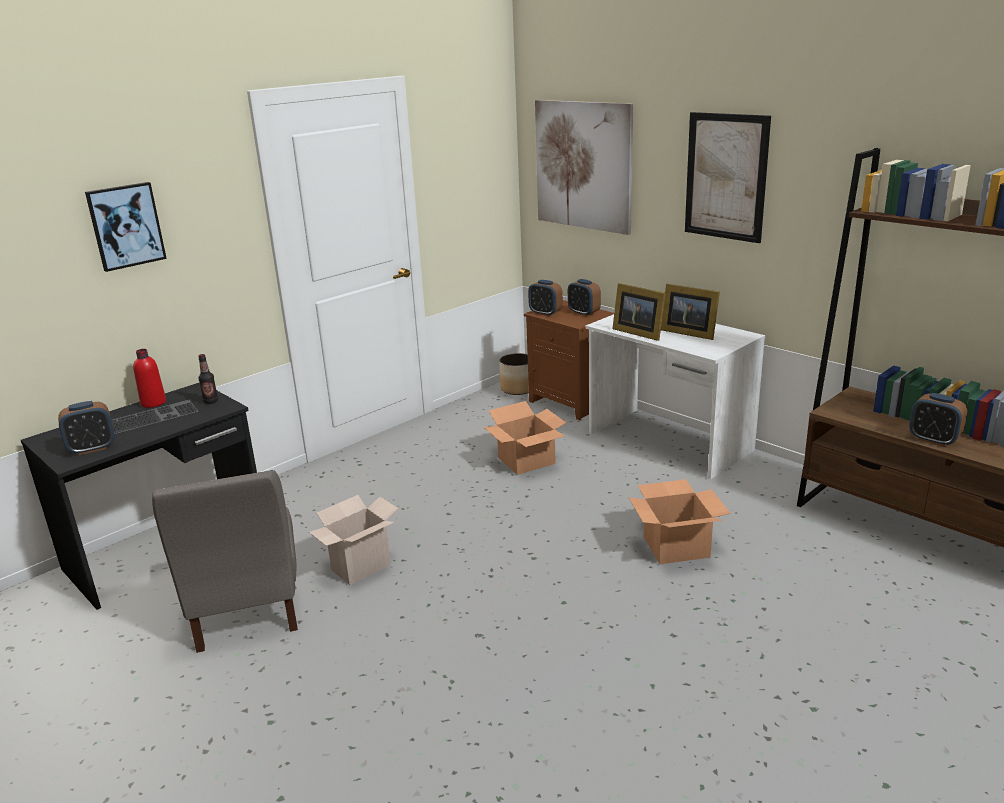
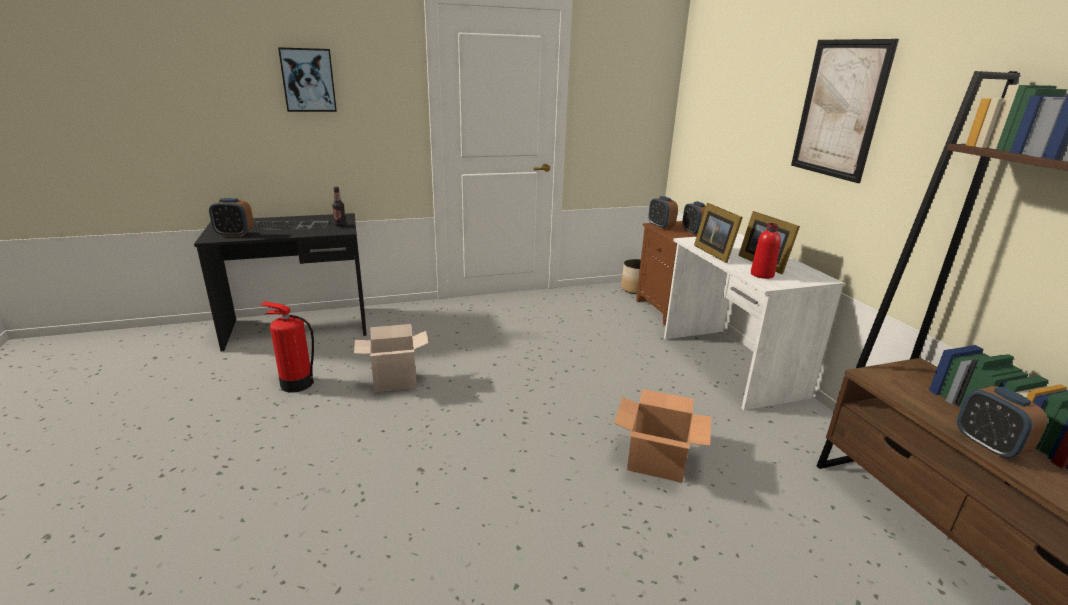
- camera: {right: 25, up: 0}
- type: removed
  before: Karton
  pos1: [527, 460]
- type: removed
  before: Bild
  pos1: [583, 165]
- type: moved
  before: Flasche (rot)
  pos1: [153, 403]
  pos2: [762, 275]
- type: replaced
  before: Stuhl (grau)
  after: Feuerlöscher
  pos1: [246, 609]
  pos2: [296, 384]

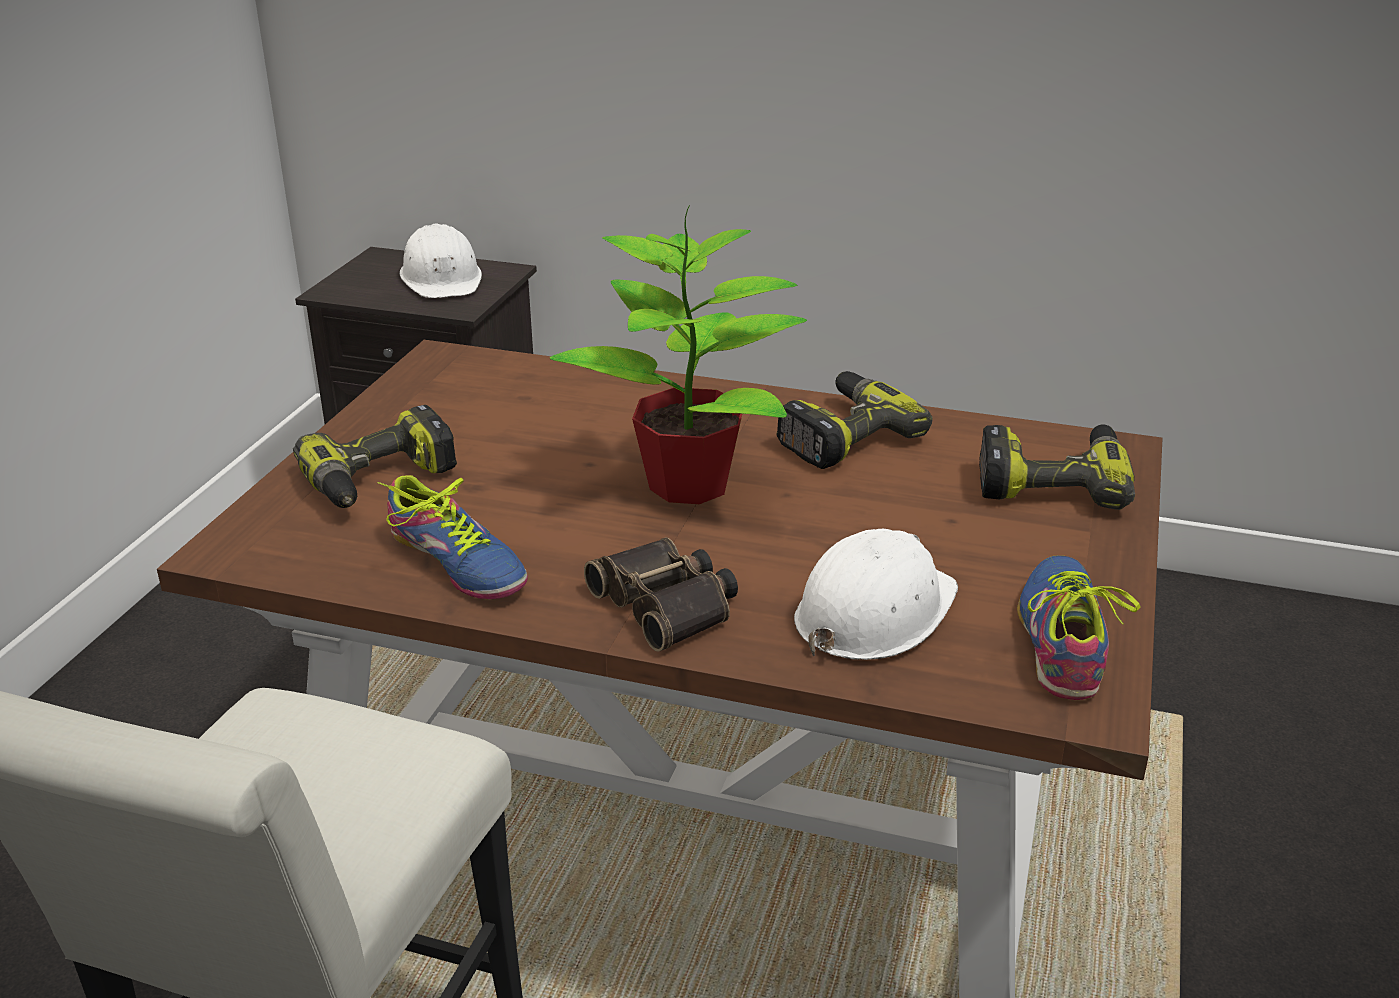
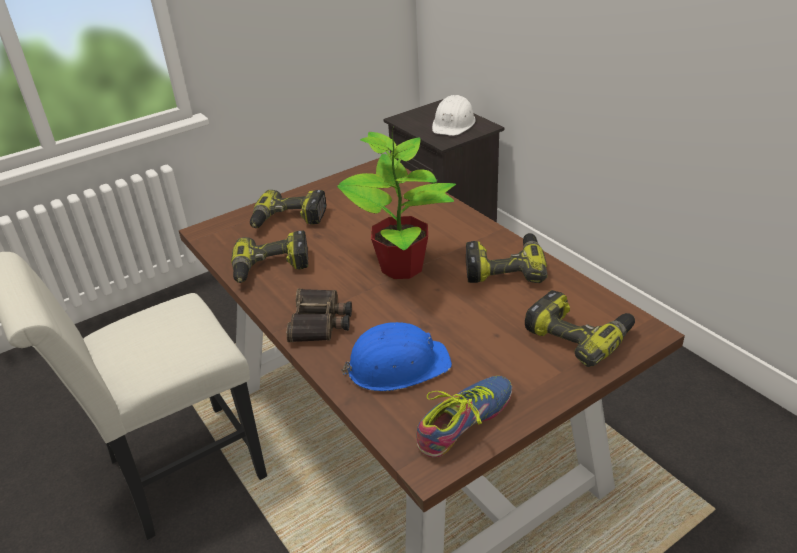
- camera: {right: 40, up: 5}
- type: replaced
  before: Schuh
  after: Bohrmaschine
  pos1: [458, 562]
  pos2: [271, 268]
- type: recoloured
  before: Schutzhelm (weiß)
  after: Schutzhelm (blau)
  pos1: [873, 612]
  pos2: [397, 365]

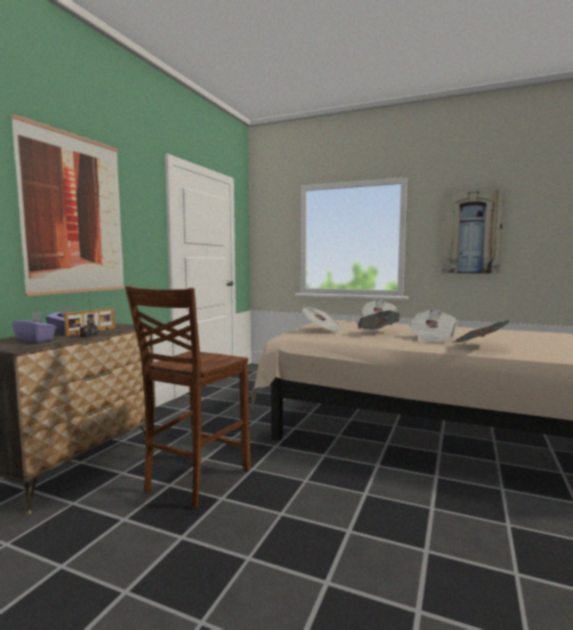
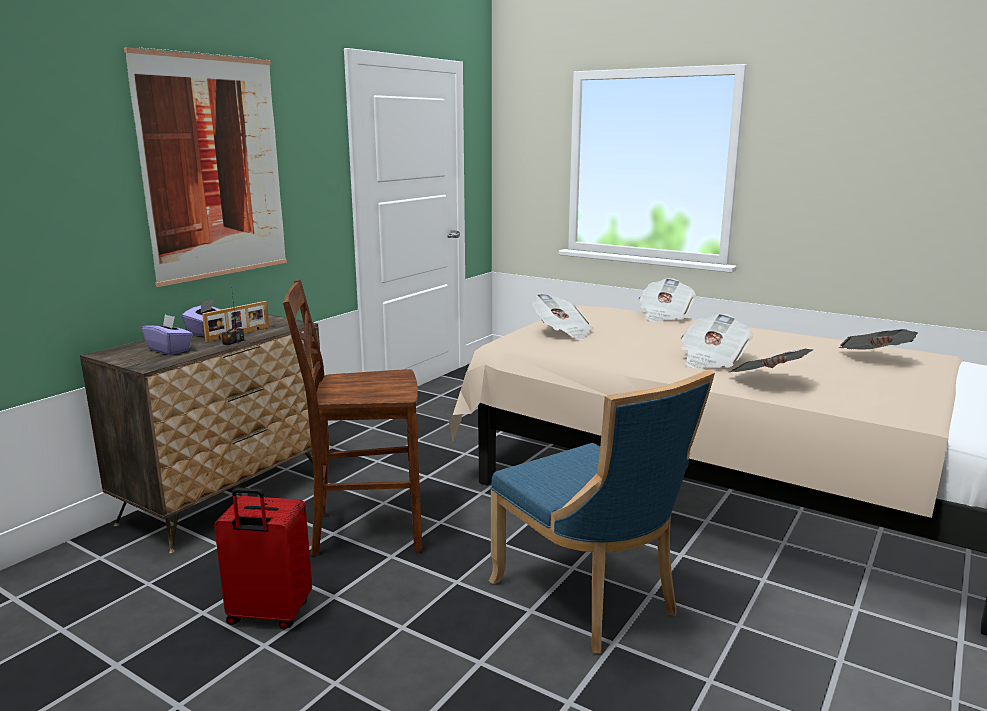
- camera: {right: 10, up: 10}
- type: removed
  before: Bild
  pos1: [471, 233]
- type: added
  after: Koffer (rot)
  pos2: [268, 615]
- type: added
  after: Stuhl (blau)
  pos2: [591, 598]
- type: moved
  before: Zeitung
  pos1: [377, 332]
  pos2: [874, 358]
- type: turned
  before: Stuhl (braun)
  pos1: [195, 480]
  pos2: [365, 531]
  turn: 45

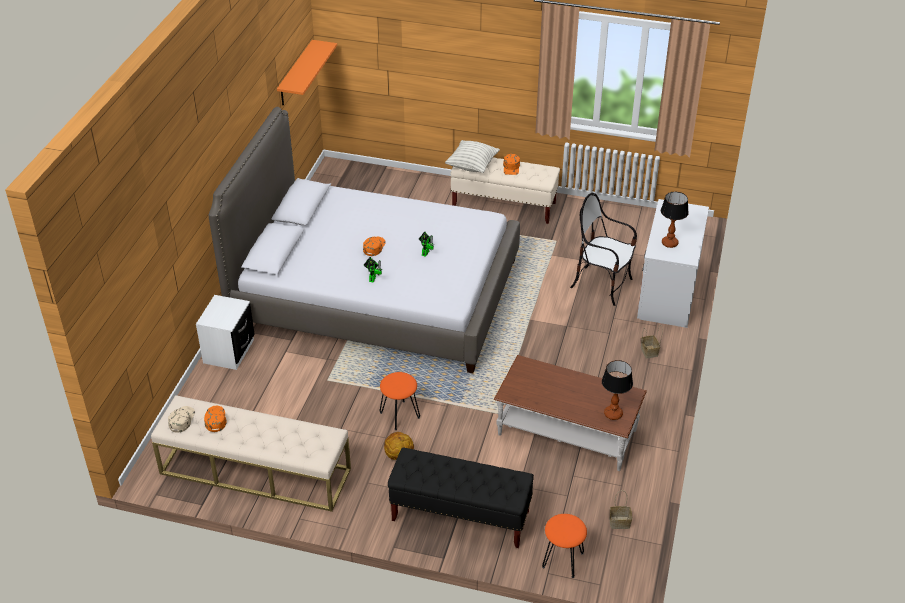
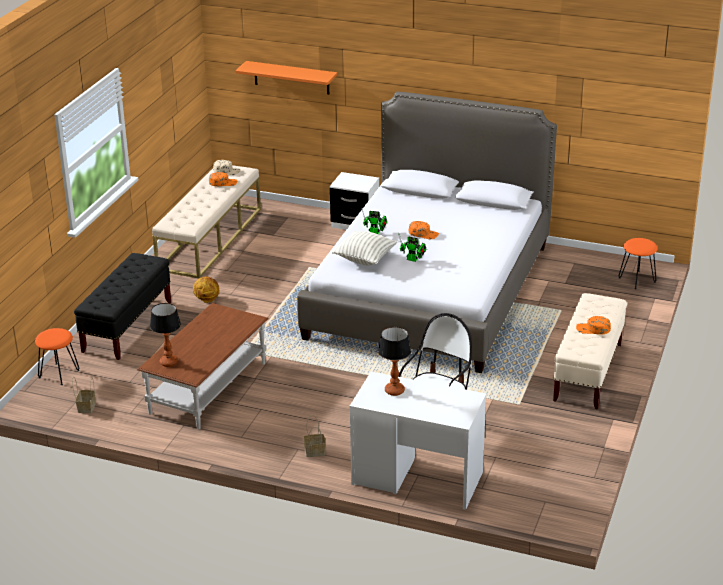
- camera: {right: 95, up: -10}
- type: moved
  before: Wandregal (orange)
  pos1: [295, 74]
  pos2: [291, 77]
- type: moved
  before: Hocker (orange)
  pos1: [400, 415]
  pos2: [637, 280]
- type: moved
  before: Kissen
  pos1: [472, 166]
  pos2: [365, 259]

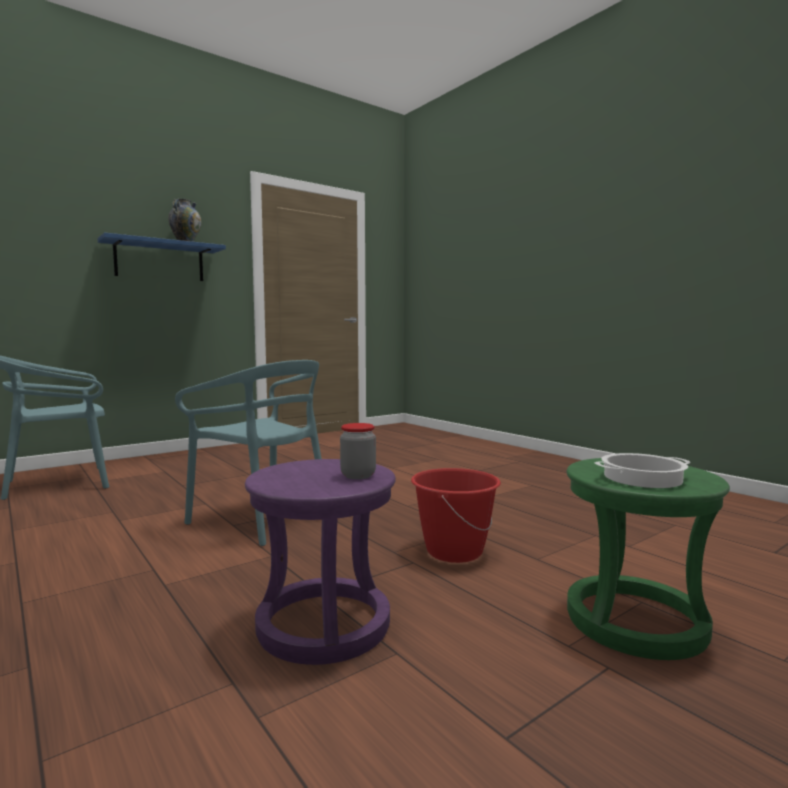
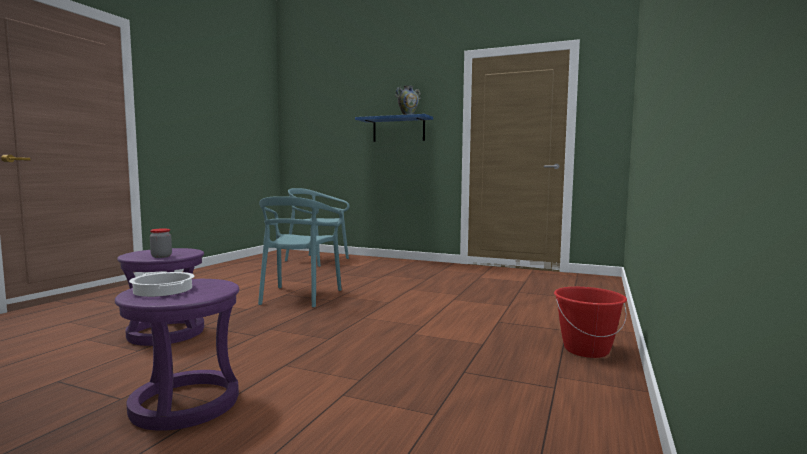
- camera: {right: 60, up: 0}
- type: moved
  before: Eimer (rot)
  pos1: [454, 551]
  pos2: [586, 350]
- type: recoloured
  before: Hocker (grün)
  after: Hocker (lila)
  pos1: [635, 620]
  pos2: [186, 403]

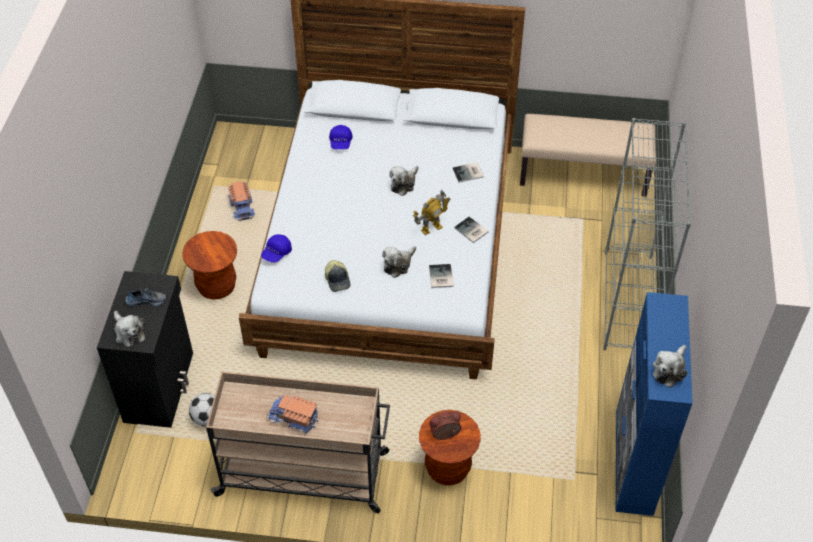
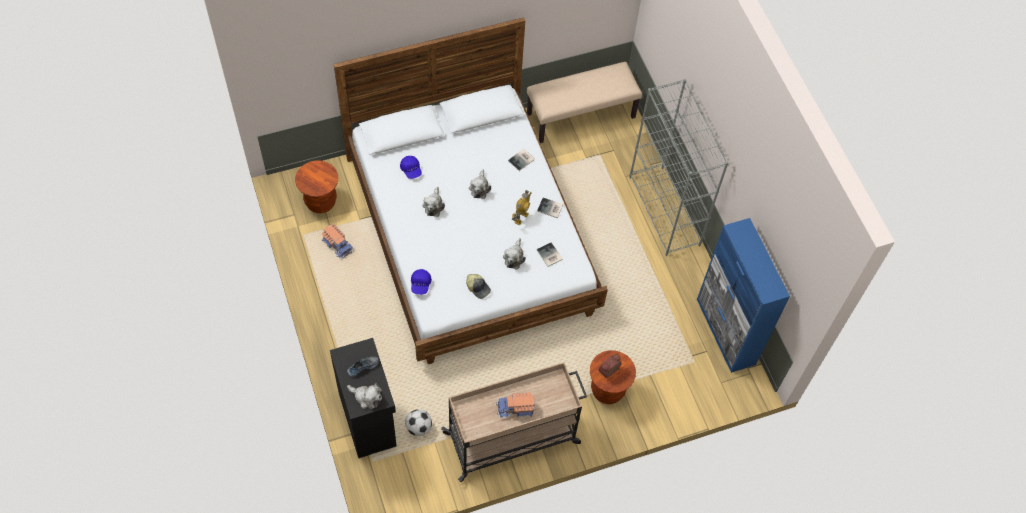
- camera: {right: -30, up: 10}
- type: moved
  before: Hocker (braun)
  pos1: [216, 286]
  pos2: [321, 201]
- type: moved
  before: Plüschtier
  pos1: [669, 370]
  pos2: [433, 205]

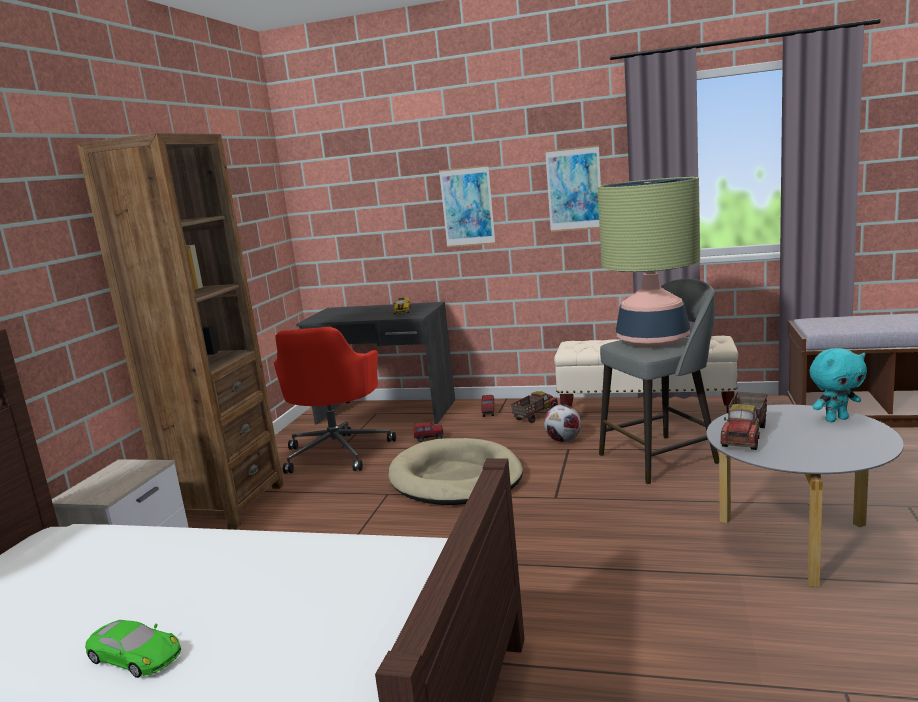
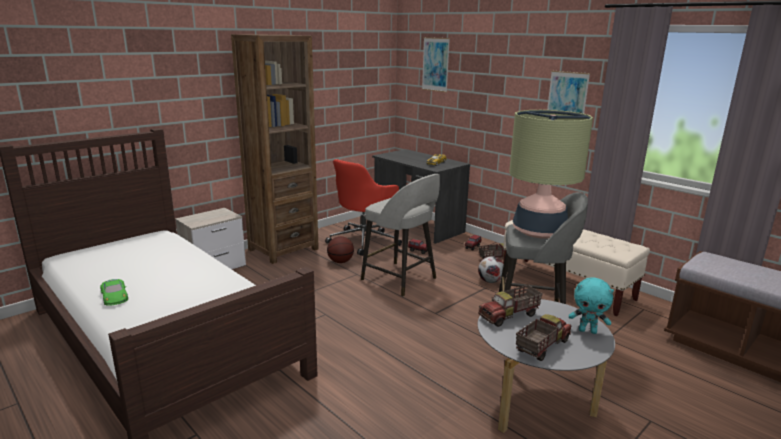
- camera: {right: 30, up: 5}
- type: added
  after: Basketball
  pos2: [340, 262]
- type: added
  after: Spielzeuglaster
  pos2: [541, 346]
- type: moved
  before: Bild
  pos1: [467, 206]
  pos2: [435, 64]
- type: replaced
  before: Hundebett (beige)
  after: Hocker (grau)
  pos1: [456, 478]
  pos2: [400, 279]

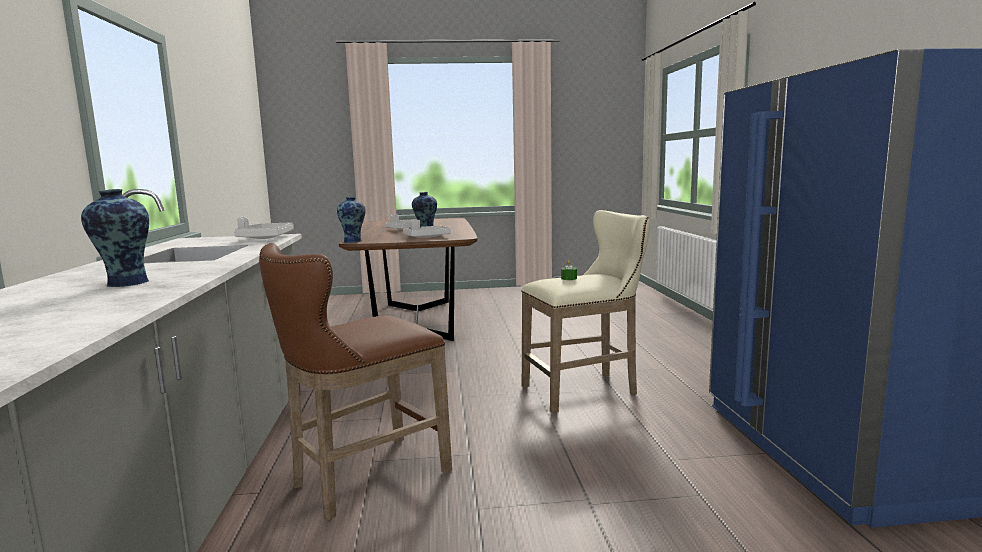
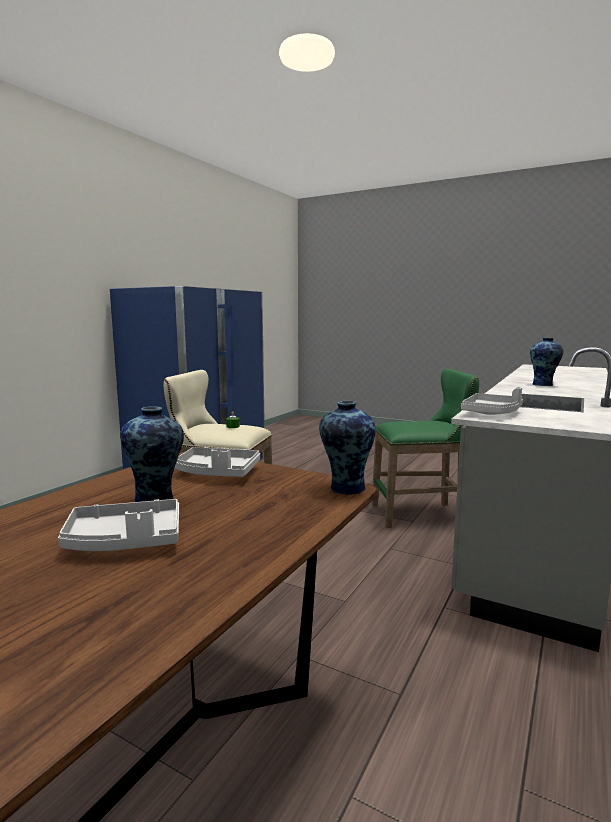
- camera: {right: -145, up: 0}
- type: recoloured
  before: Hocker (braun)
  after: Hocker (grün)
  pos1: [362, 479]
  pos2: [422, 514]

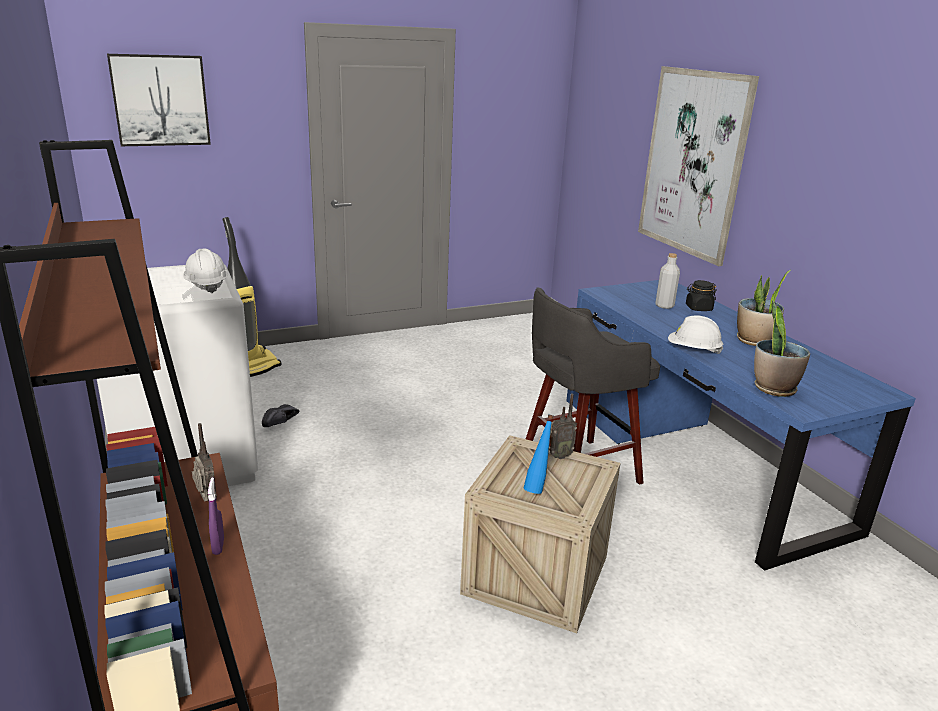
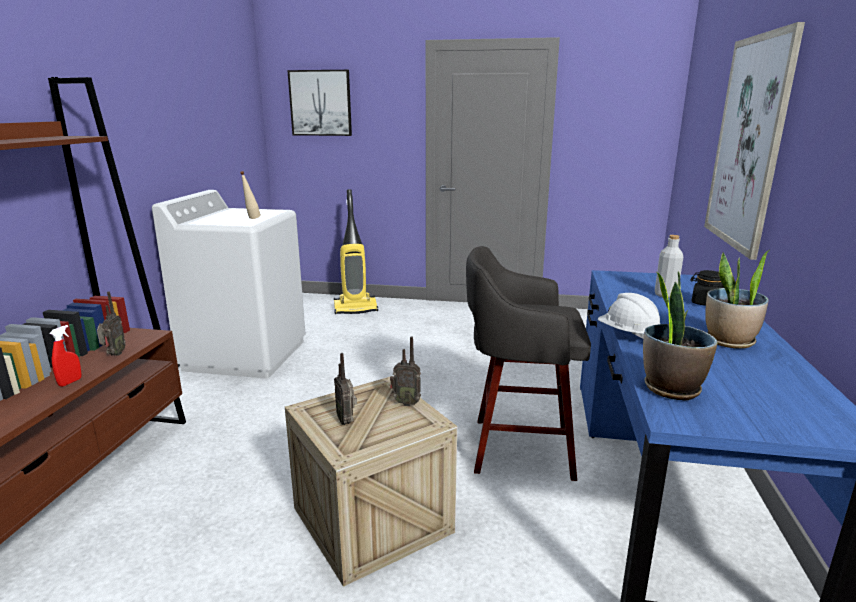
- camera: {right: 35, up: -5}
- type: removed
  before: Schuh (schwarz)
  pos1: [281, 423]
- type: replaced
  before: Schutzhelm (weiß)
  after: Flasche (beige)
  pos1: [206, 285]
  pos2: [252, 219]
- type: replaced
  before: Flasche (blau)
  after: Radio
  pos1: [537, 487]
  pos2: [346, 421]
- type: recoloured
  before: Sprühflasche (lila)
  after: Sprühflasche (rot)
  pos1: [218, 546]
  pos2: [70, 382]

